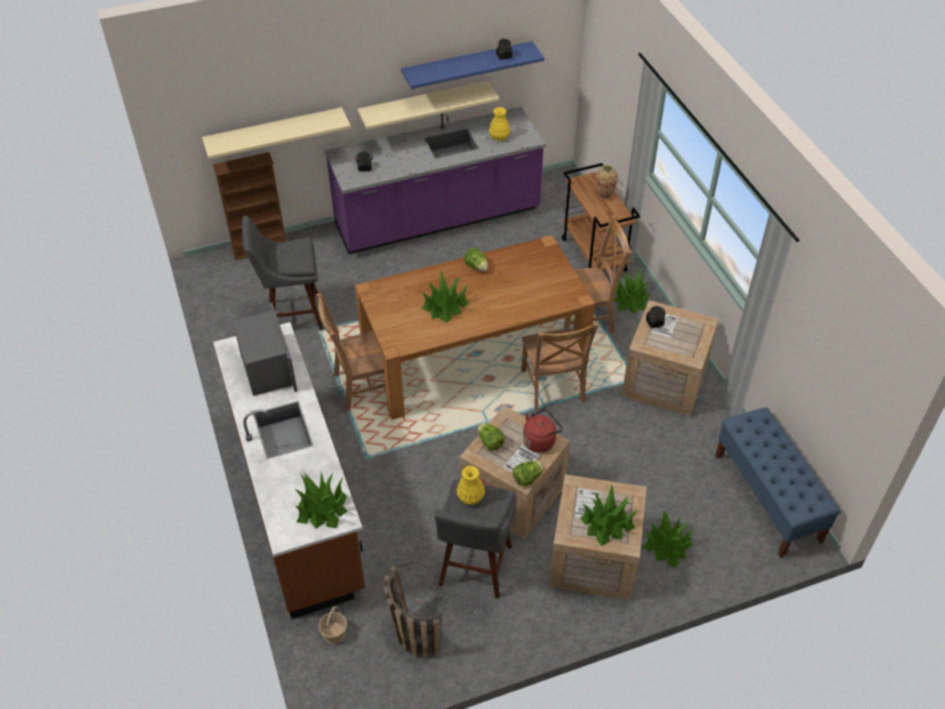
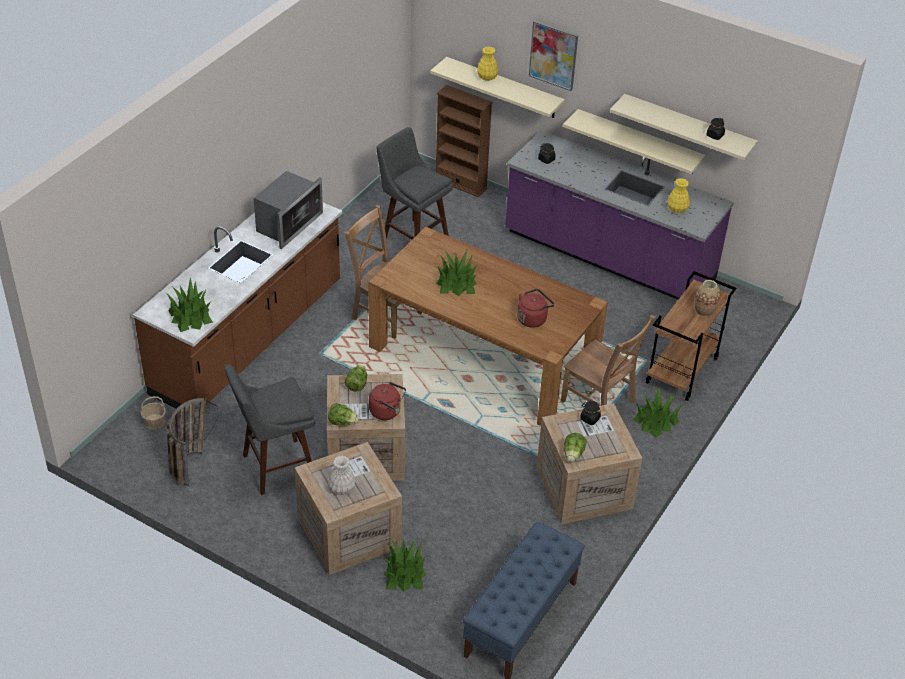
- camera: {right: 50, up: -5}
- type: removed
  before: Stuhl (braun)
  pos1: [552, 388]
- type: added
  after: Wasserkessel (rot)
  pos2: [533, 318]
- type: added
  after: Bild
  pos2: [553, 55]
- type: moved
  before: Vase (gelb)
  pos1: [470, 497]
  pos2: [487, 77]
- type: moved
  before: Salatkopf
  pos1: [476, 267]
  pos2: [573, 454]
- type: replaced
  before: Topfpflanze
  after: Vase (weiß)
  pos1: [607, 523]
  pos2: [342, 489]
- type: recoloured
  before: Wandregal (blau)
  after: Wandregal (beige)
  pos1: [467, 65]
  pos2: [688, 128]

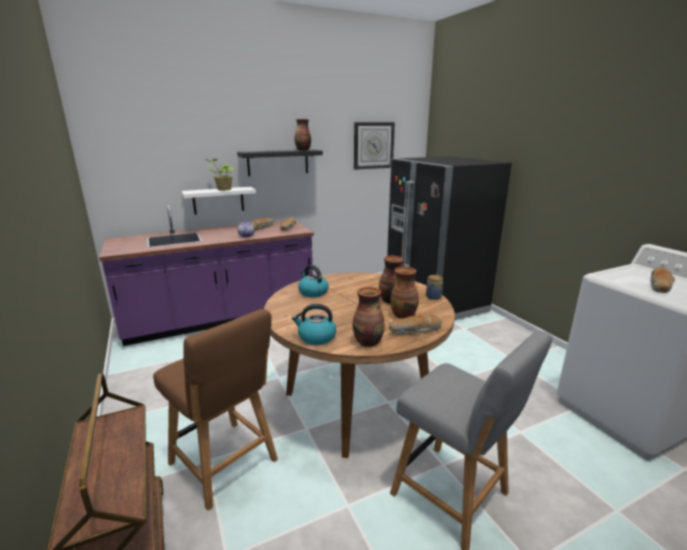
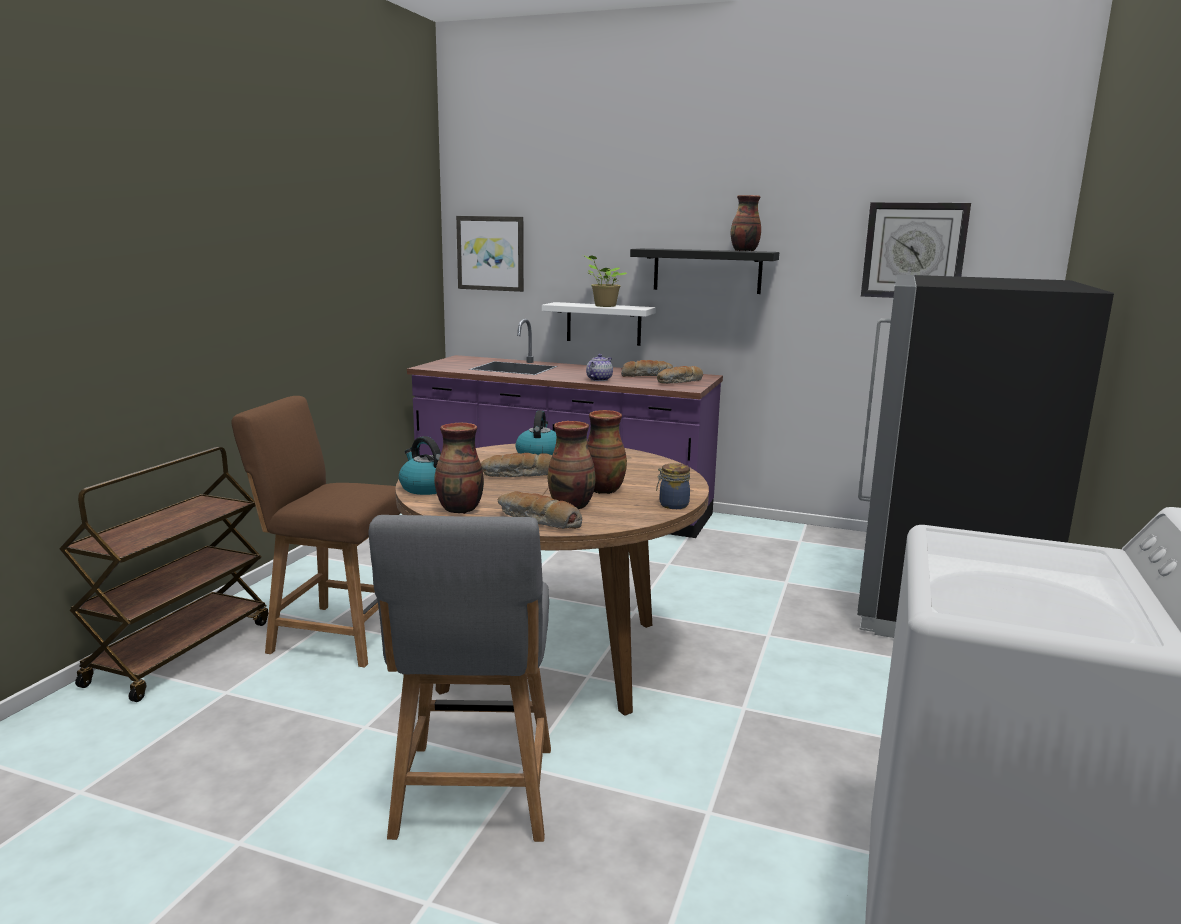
- camera: {right: 45, up: -5}
- type: added
  after: Bild
  pos2: [491, 253]
- type: moved
  before: Brot
  pos1: [660, 286]
  pos2: [520, 475]
- type: turned
  before: Stuhl (braun)
  pos1: [226, 464]
  pos2: [335, 634]
  turn: 105

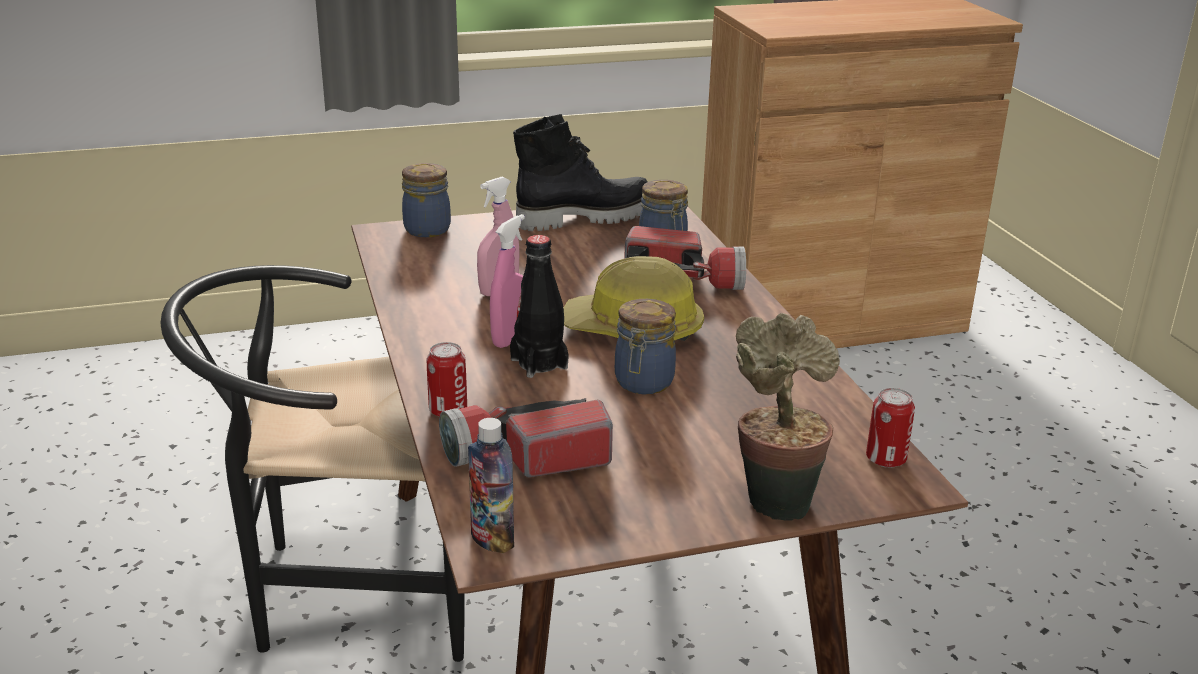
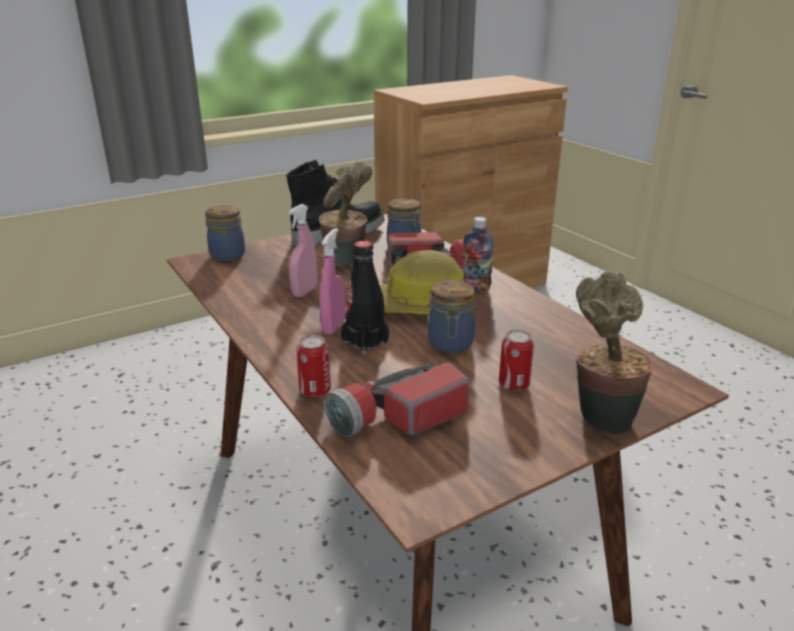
- camera: {right: -15, up: 0}
- type: removed
  before: Stuhl (schwarz)
  pos1: [345, 590]
- type: added
  after: Topfpflanze
  pos2: [346, 262]
- type: moved
  before: Flasche
  pos1: [492, 540]
  pos2: [475, 287]
- type: moved
  before: Dose
  pos1: [886, 459]
  pos2: [514, 384]

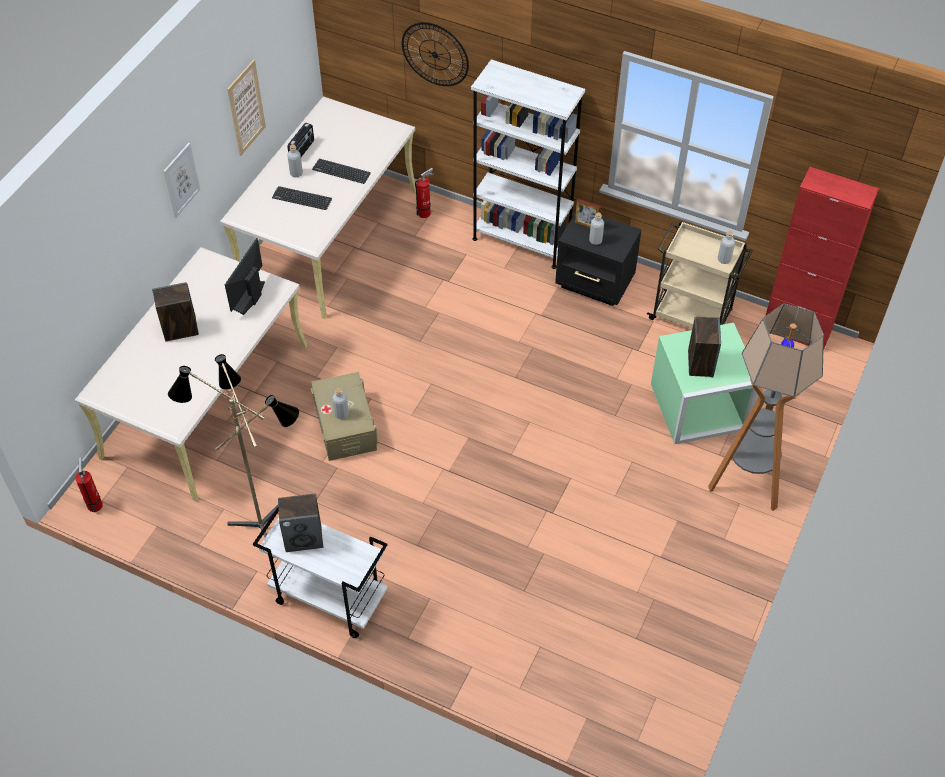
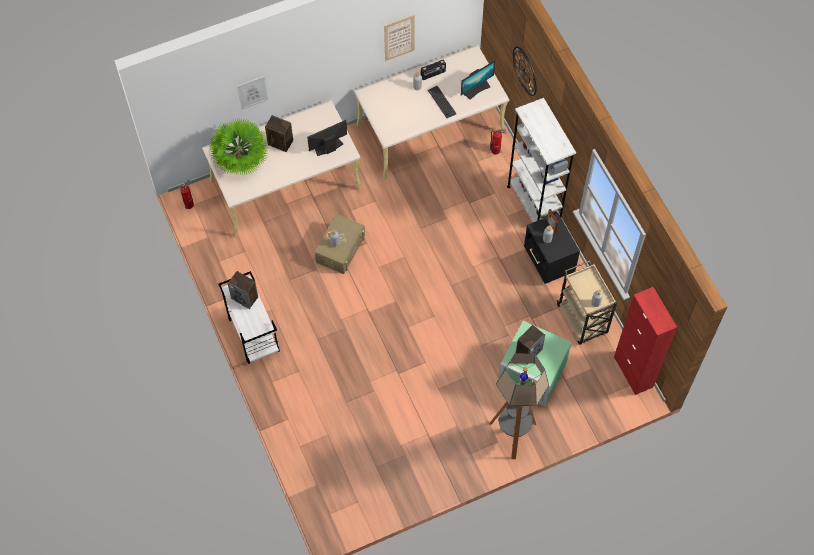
- camera: {right: 40, up: 10}
- type: removed
  before: Stehlampe
  pos1: [261, 520]
- type: removed
  before: Tastatur
  pos1: [302, 198]
- type: added
  after: Topfpflanze
  pos2: [241, 162]
- type: added
  after: Monitor
  pos2: [476, 89]
- type: moved
  before: Bild
  pos1: [181, 180]
  pos2: [252, 92]

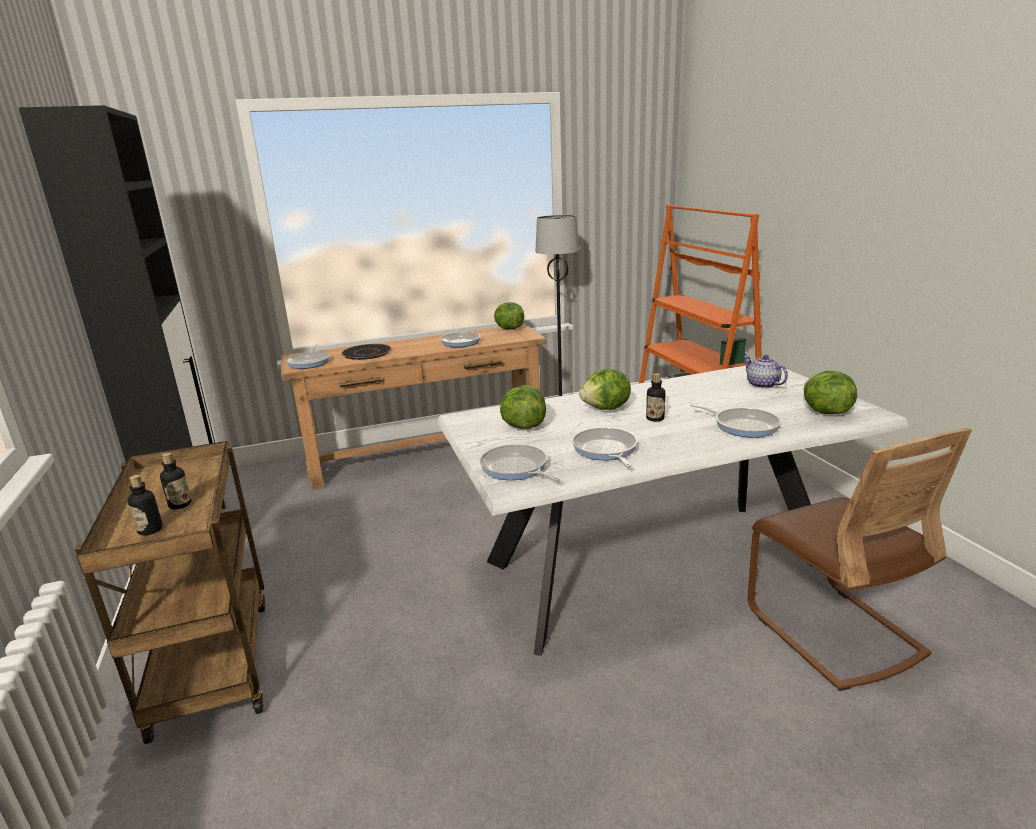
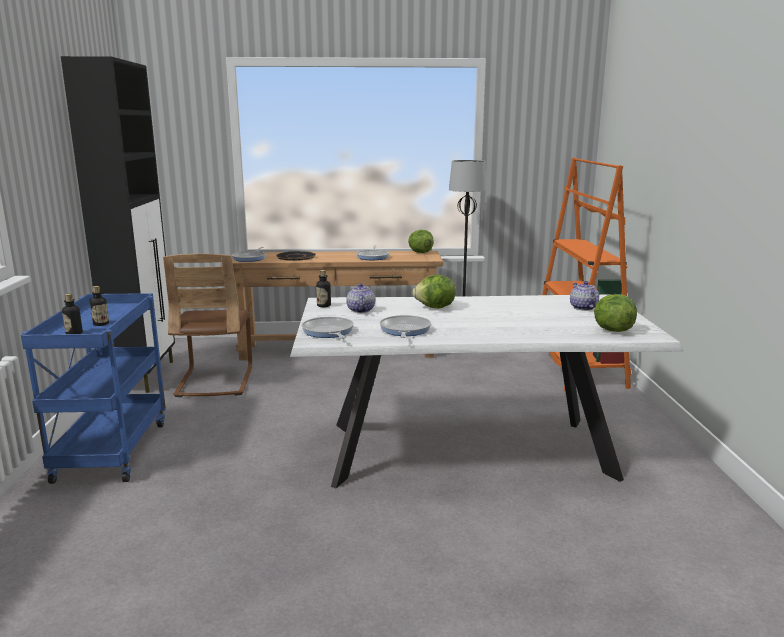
- camera: {right: 15, up: -5}
- type: removed
  before: Pfanne
  pos1: [743, 425]
- type: moved
  before: Flasche
  pos1: [655, 418]
  pos2: [324, 305]
- type: moved
  before: Stuhl (braun)
  pos1: [832, 631]
  pos2: [215, 381]
- type: replaced
  before: Salatkopf
  after: Teekanne
  pos1: [523, 426]
  pos2: [360, 310]
- type: recoloured
  before: Rollwagen (braun)
  after: Rollwagen (blau)
  pos1: [211, 663]
  pos2: [112, 449]

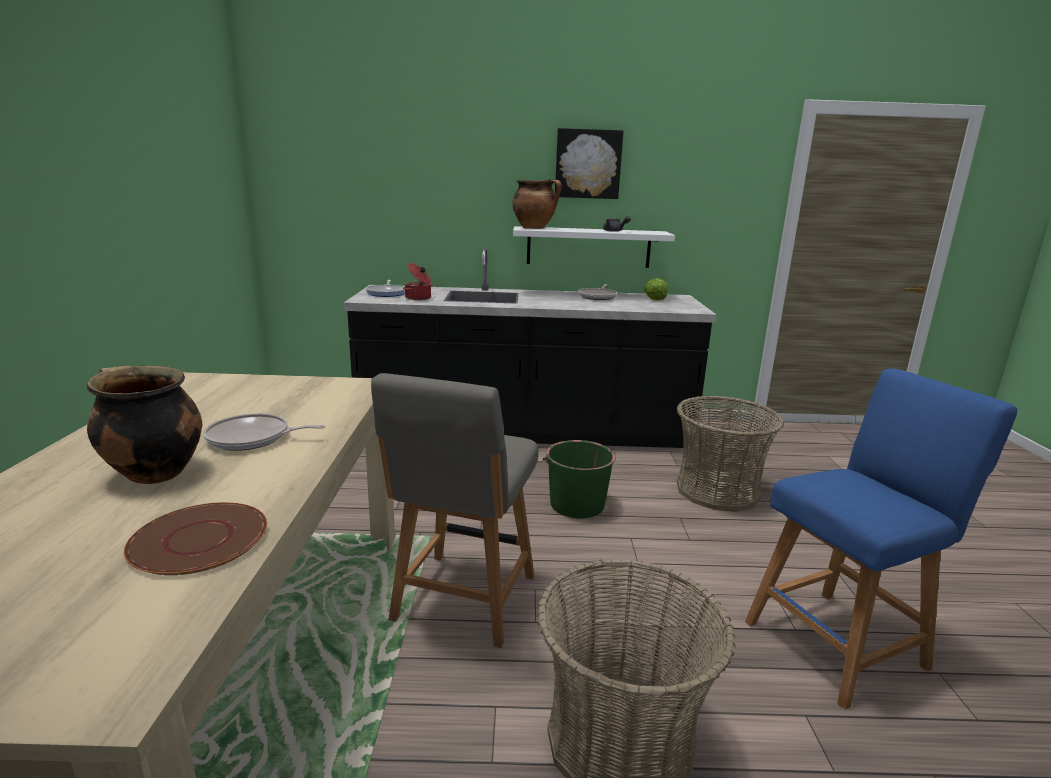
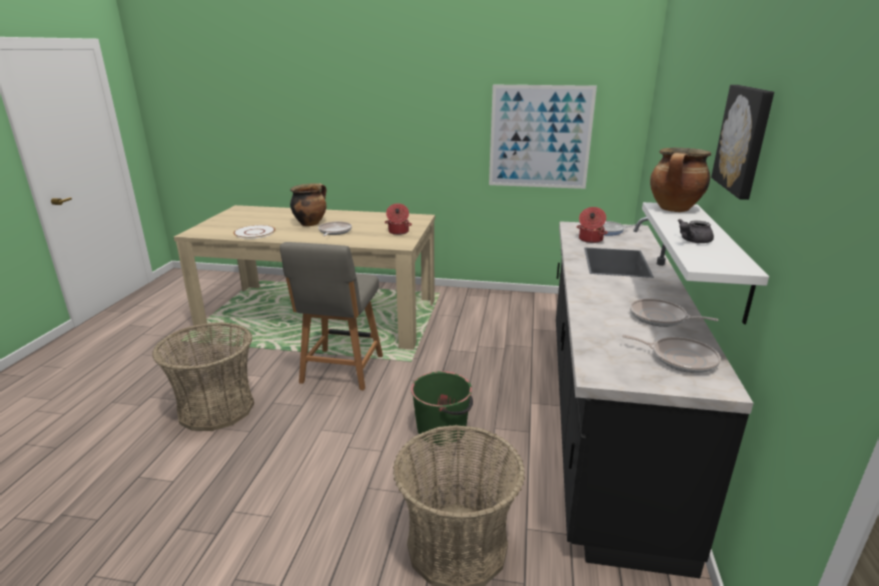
- camera: {right: 100, up: 5}
- type: removed
  before: Hocker (blau)
  pos1: [840, 642]
- type: added
  after: Kochtopf
  pos2: [398, 232]
- type: added
  after: Bild
  pos2: [540, 137]
- type: replaced
  before: Salatkopf
  after: Pfanne
  pos1: [655, 298]
  pos2: [680, 358]
- type: recoloured
  before: Teller (braun)
  after: Teller (weiß)
  pos1: [198, 540]
  pos2: [254, 232]
- type: turned
  before: Stuhl (grau)
  pos1: [463, 601]
  pos2: [341, 371]
  turn: -105

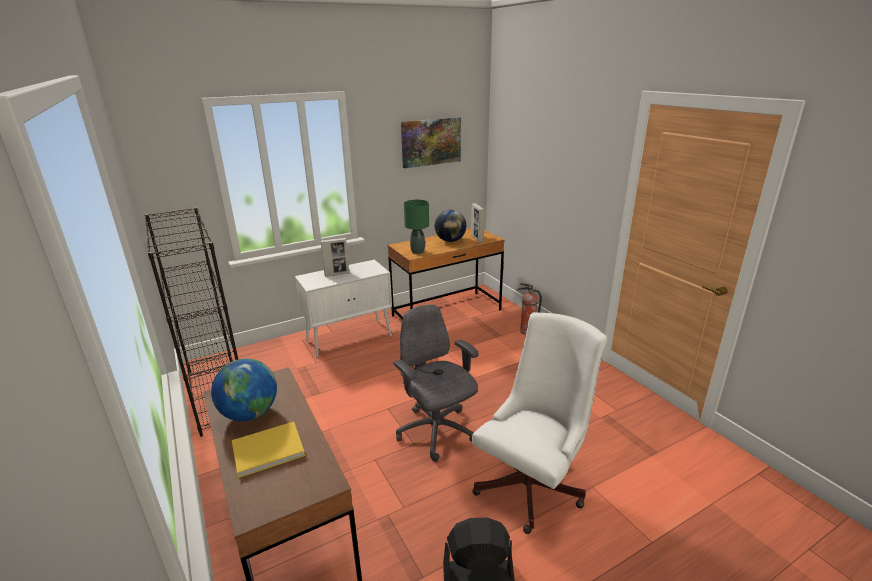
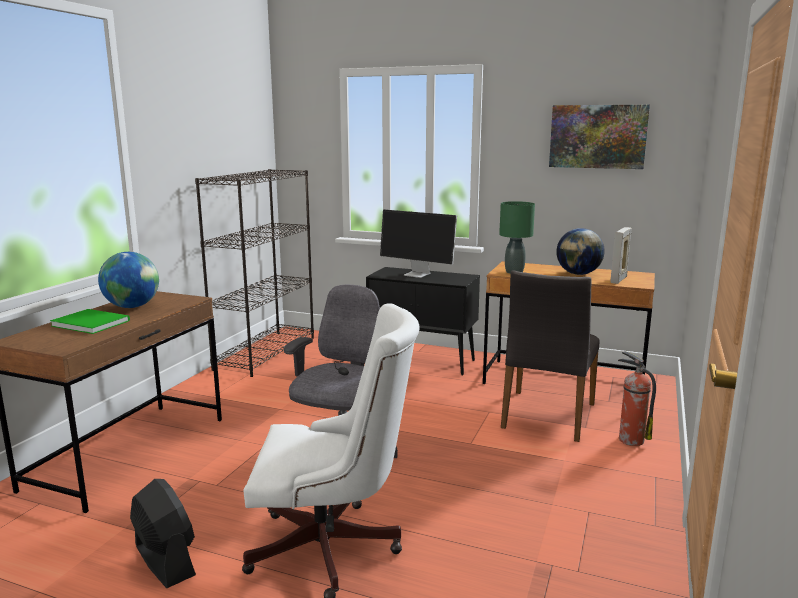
- camera: {right: 50, up: -10}
- type: added
  after: Stuhl (grau)
  pos2: [547, 415]
- type: replaced
  before: Bilderrahmen
  after: Monitor
  pos1: [337, 274]
  pos2: [418, 274]
- type: recoloured
  before: Buch (gelb)
  after: Buch (grün)
  pos1: [265, 449]
  pos2: [91, 322]
- type: recoloured
  before: Schrank (weiß)
  after: Schrank (schwarz)
  pos1: [350, 338]
  pos2: [423, 361]

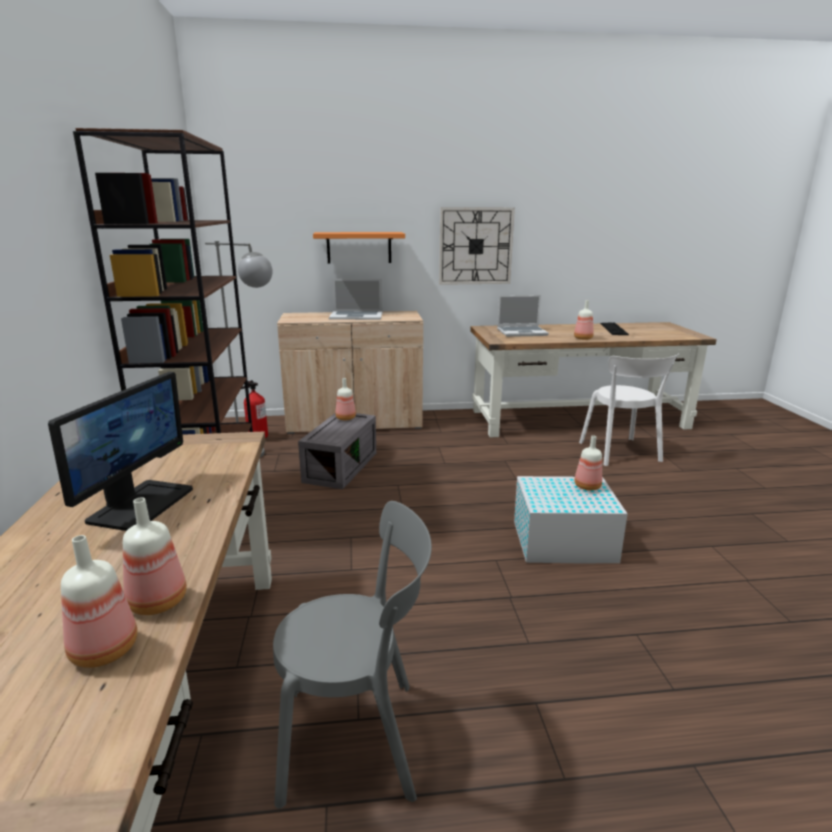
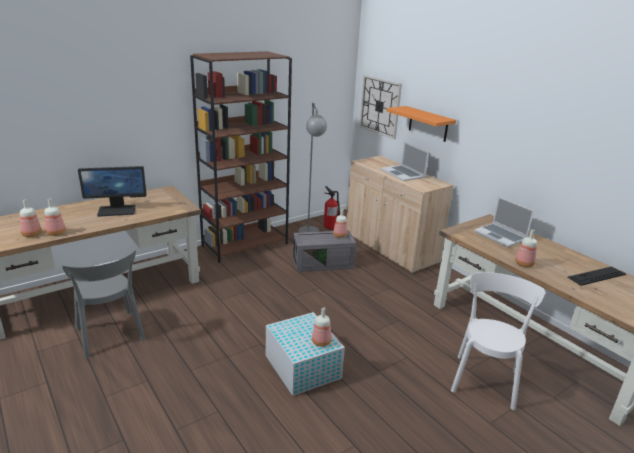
- camera: {right: 60, up: 5}
- type: moved
  before: Wanduhr
  pos1: [475, 246]
  pos2: [380, 106]
- type: turned
  before: Stuhl (weiß)
  pos1: [621, 453]
  pos2: [485, 378]
  turn: 150

